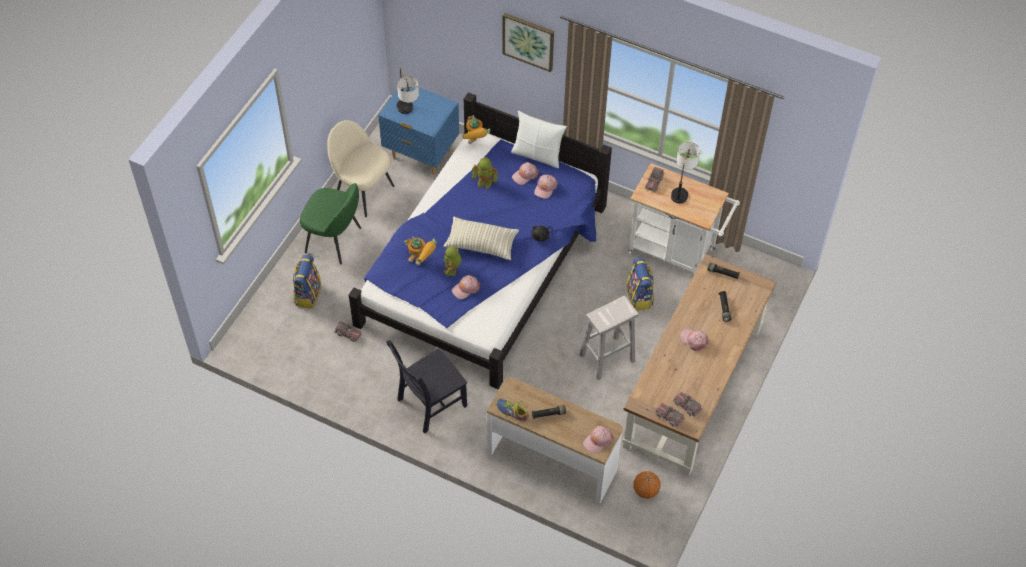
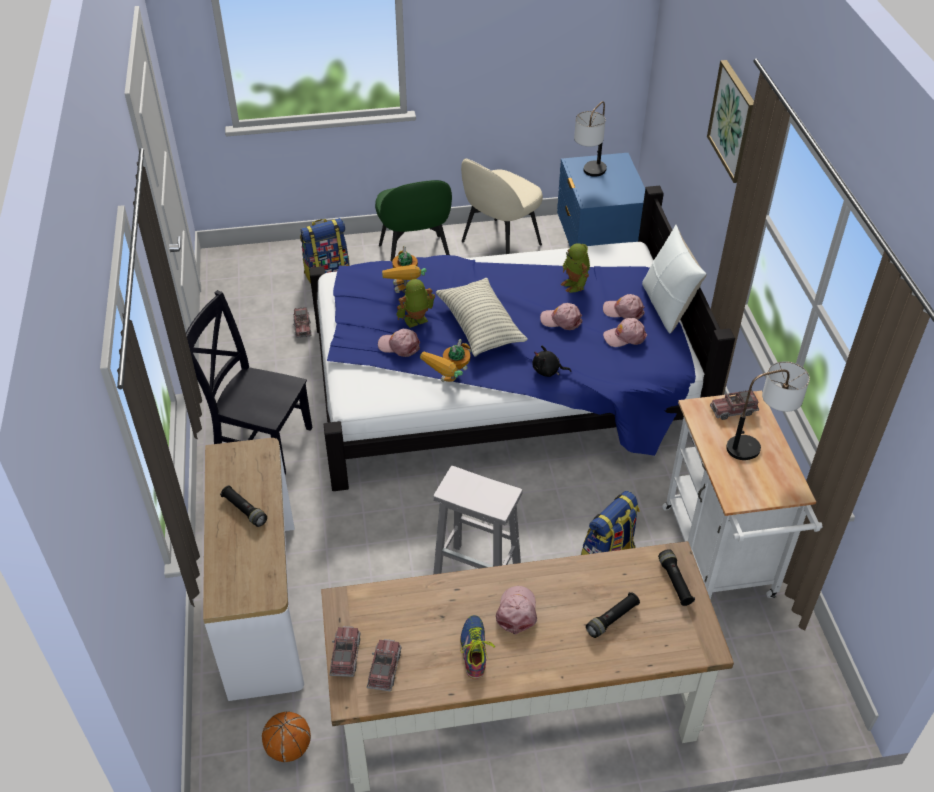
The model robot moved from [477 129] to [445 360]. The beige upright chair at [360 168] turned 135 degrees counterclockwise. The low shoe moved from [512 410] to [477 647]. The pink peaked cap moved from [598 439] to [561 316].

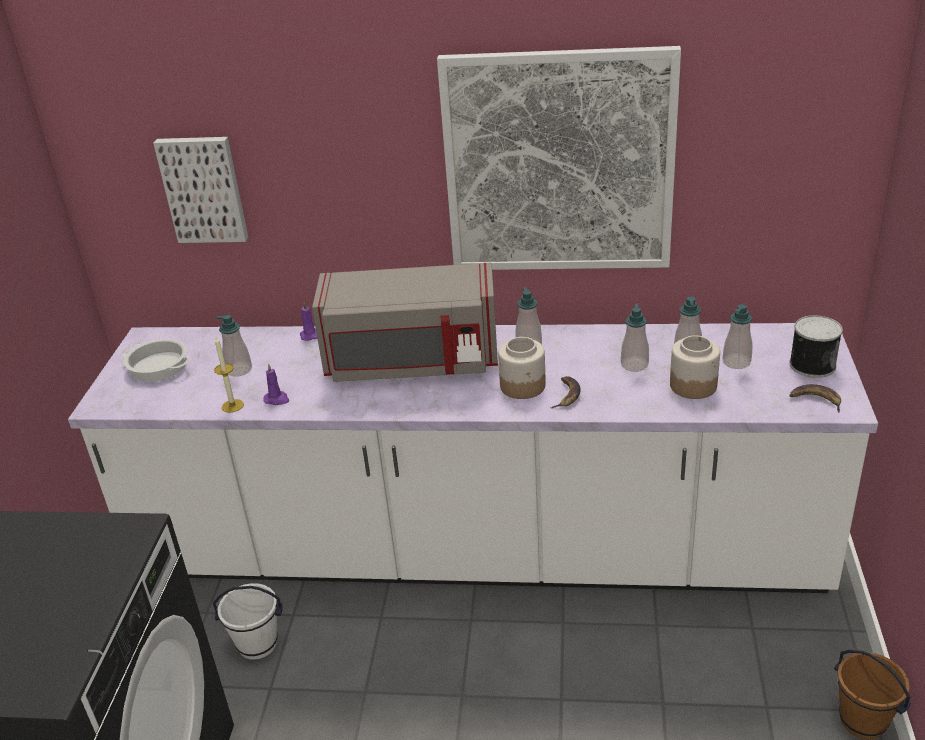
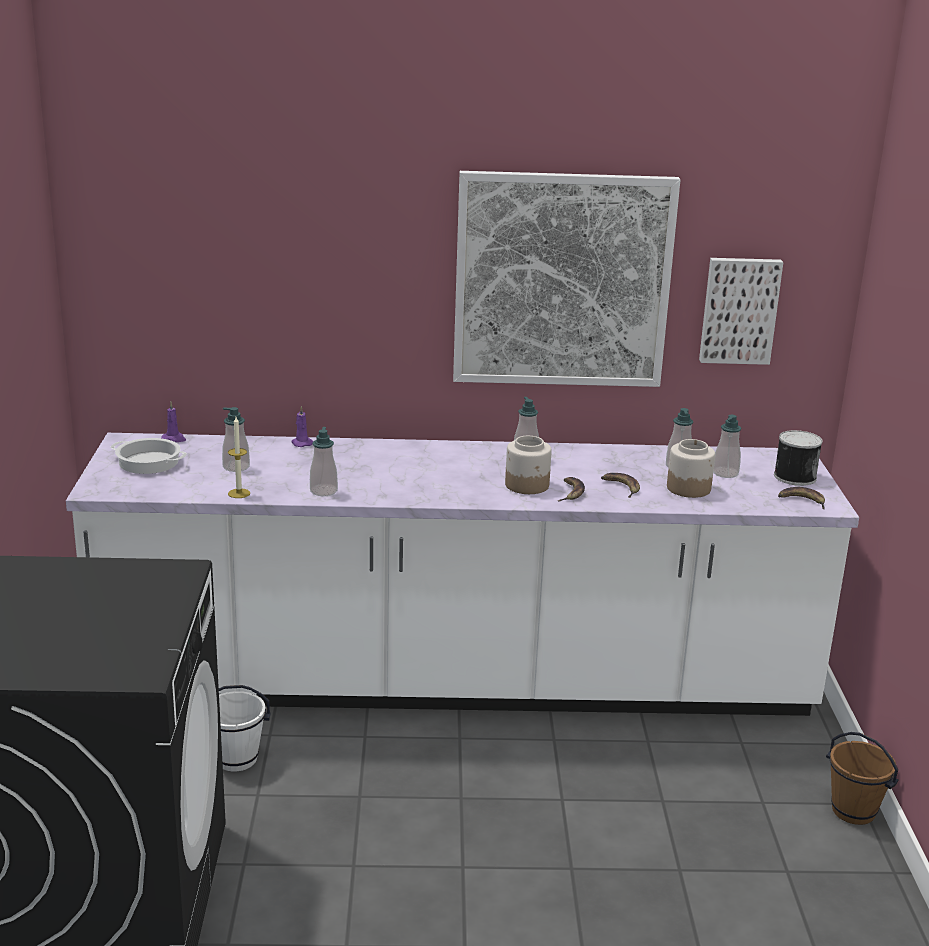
The wall art moved from [200 190] to [741 311]. The greyish kitchen microwave at [405 322] disappeared. The soap dispenser moved from [635 338] to [324 461]. The purple-coloured candle moved from [276 384] to [173 422]. The banana at [620 485] appeared.

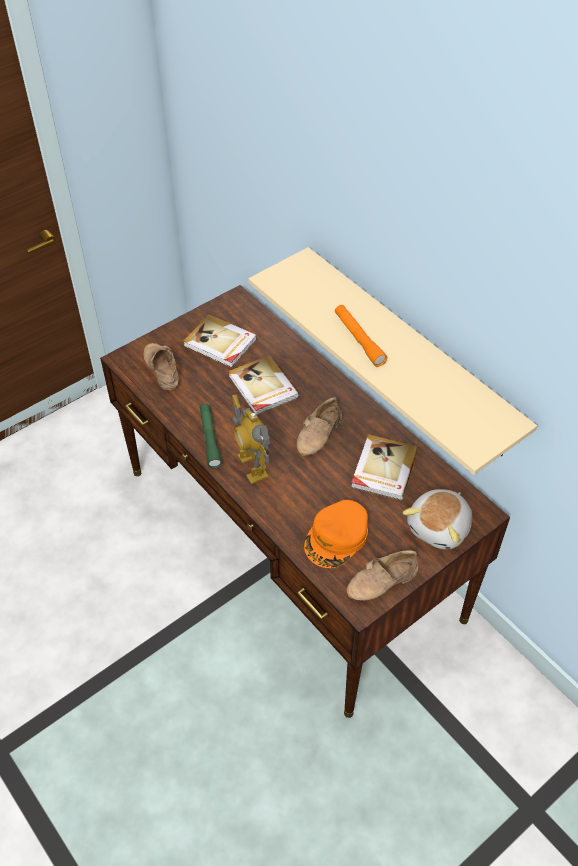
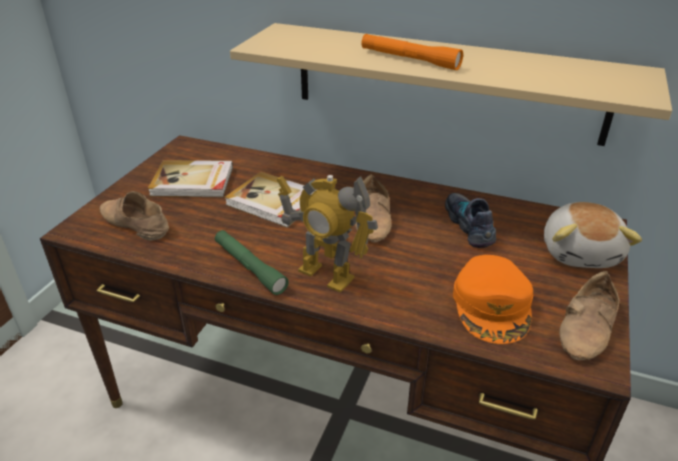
The bound book at [384 467] was replaced by the low shoe at [470 220].

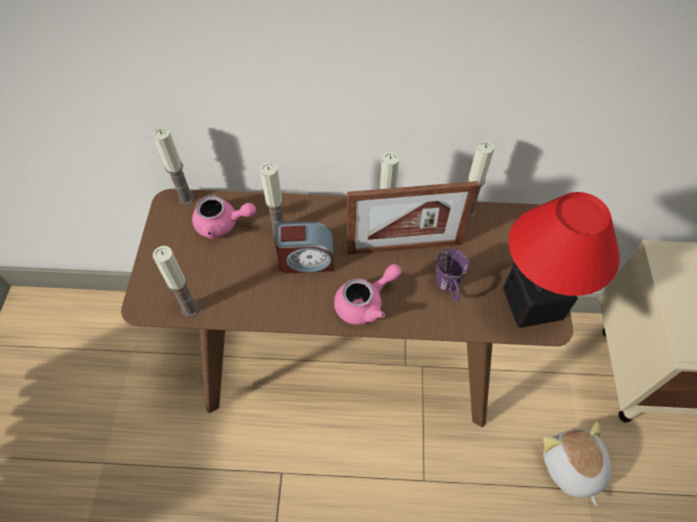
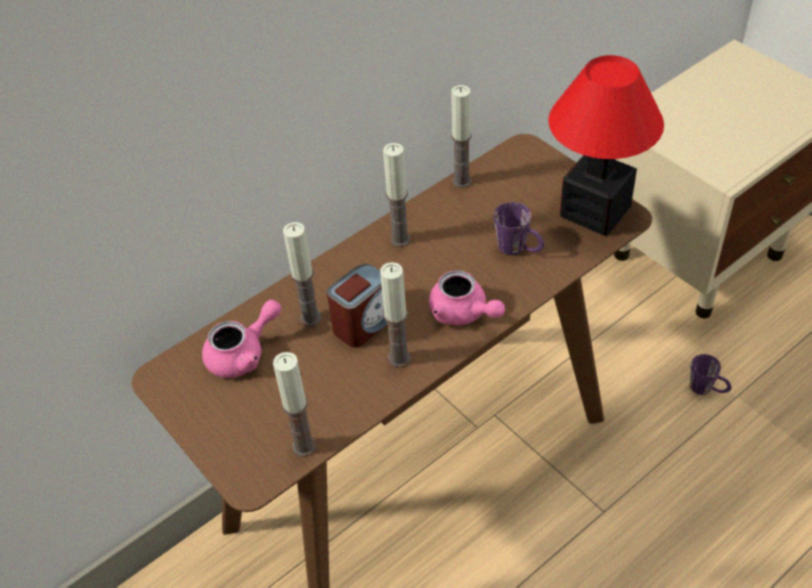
The candle moved from [173 166] to [395 315]. The photo frame at [413 218] disappeared. The pink teapot at [367 294] turned 120 degrees clockwise. The cuddly toy at [577 464] was replaced by the purple-coloured coffee mug at [711 374].

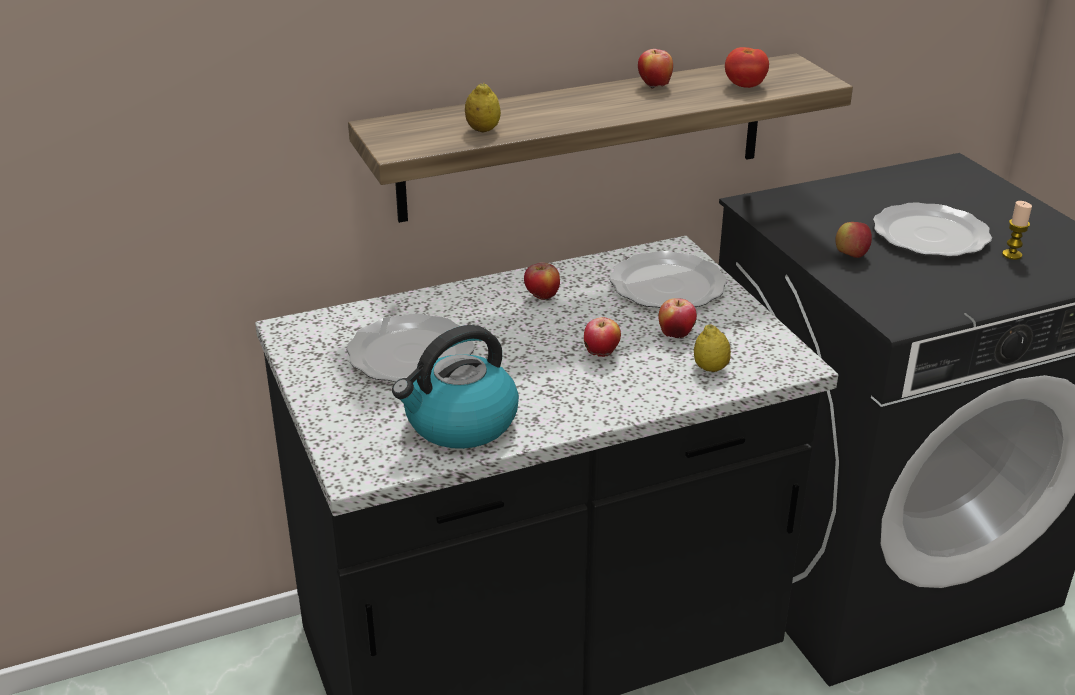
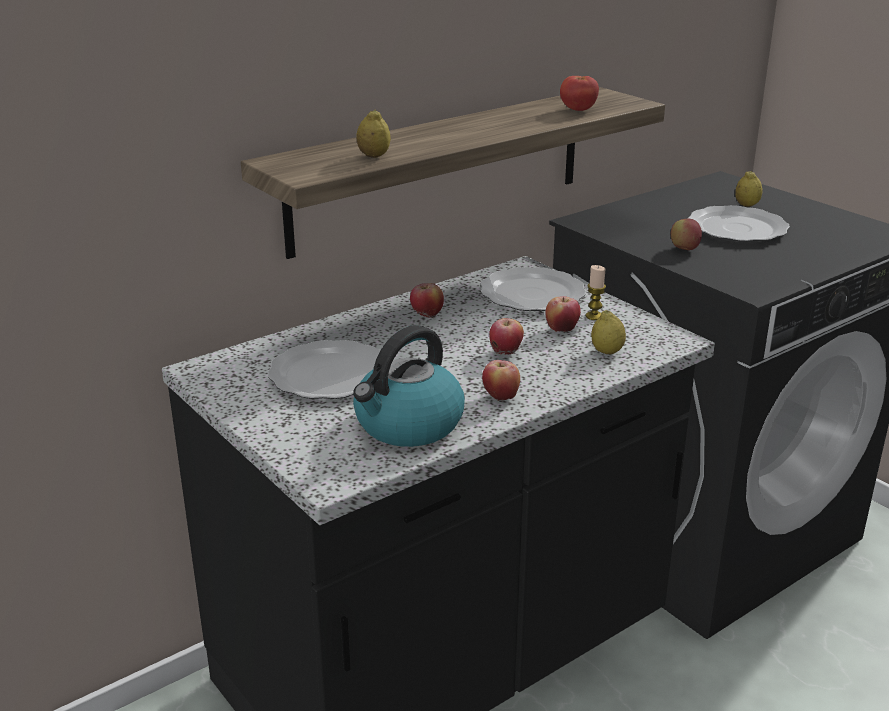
The apple moved from [655 68] to [501 381]. The candle moved from [1017 230] to [596 292]. The citrus fruit at [748 189] appeared.

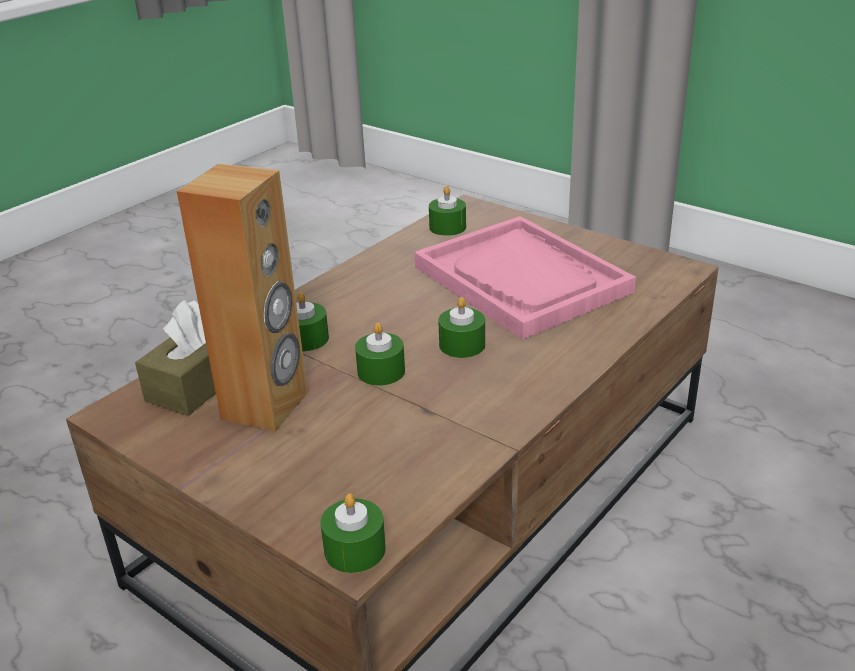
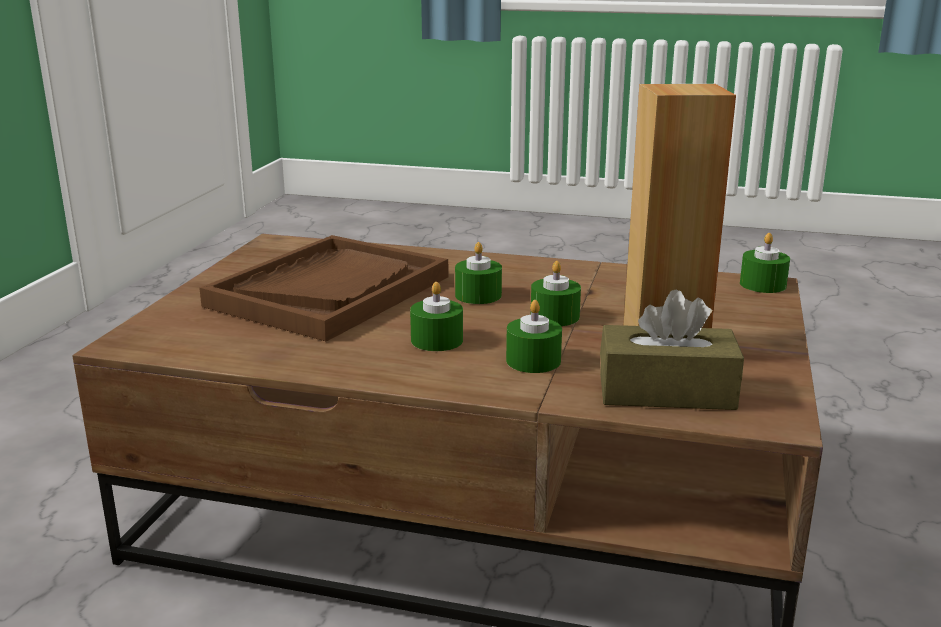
The greenish candle moved from [447 211] to [436 316]. The pink serving tray at [525 278] became the brown-coloured serving tray at [324 288].

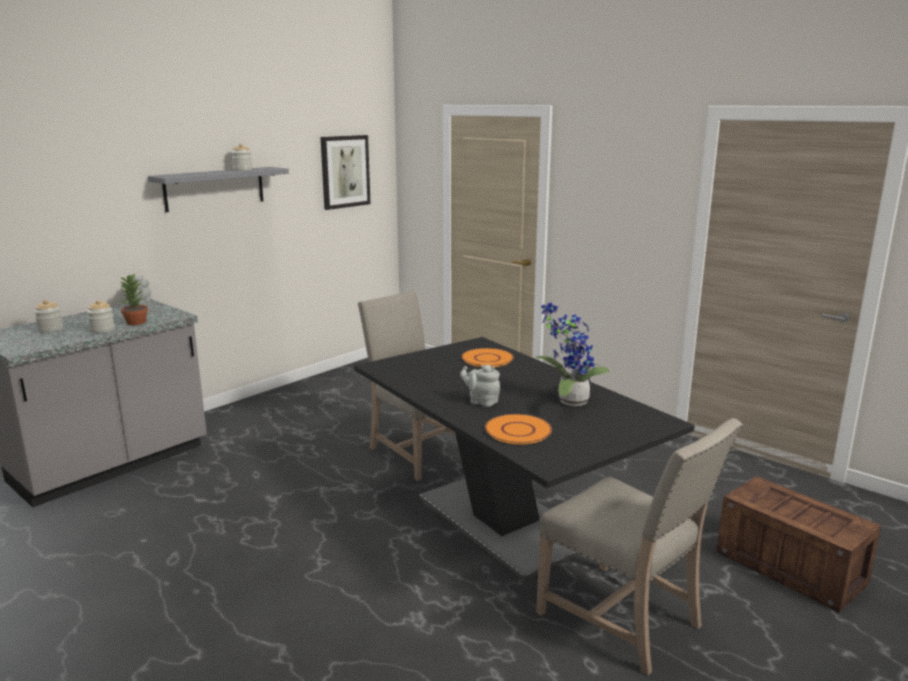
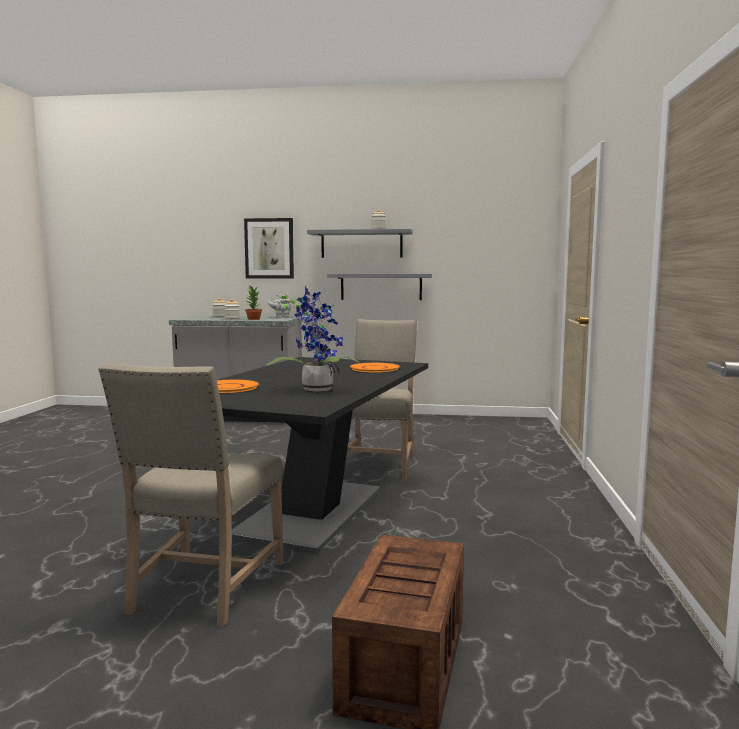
The wall art moved from [345 172] to [269 248]. The greyish teapot at [480 386] disappeared. The greyish shelf at [379 287] appeared.

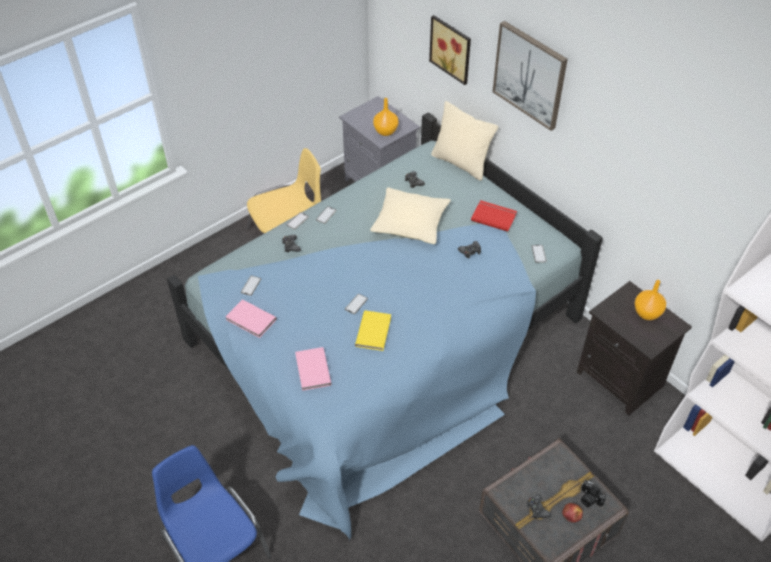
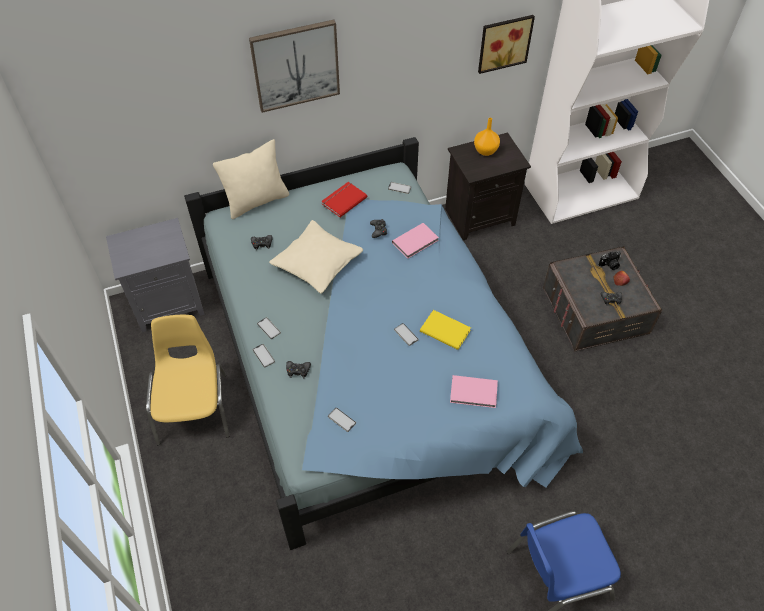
The wall art moved from [450 50] to [506 44]. The orangey flower vase at [385 117] disappeared. The pink bound book moved from [251 318] to [415 240].

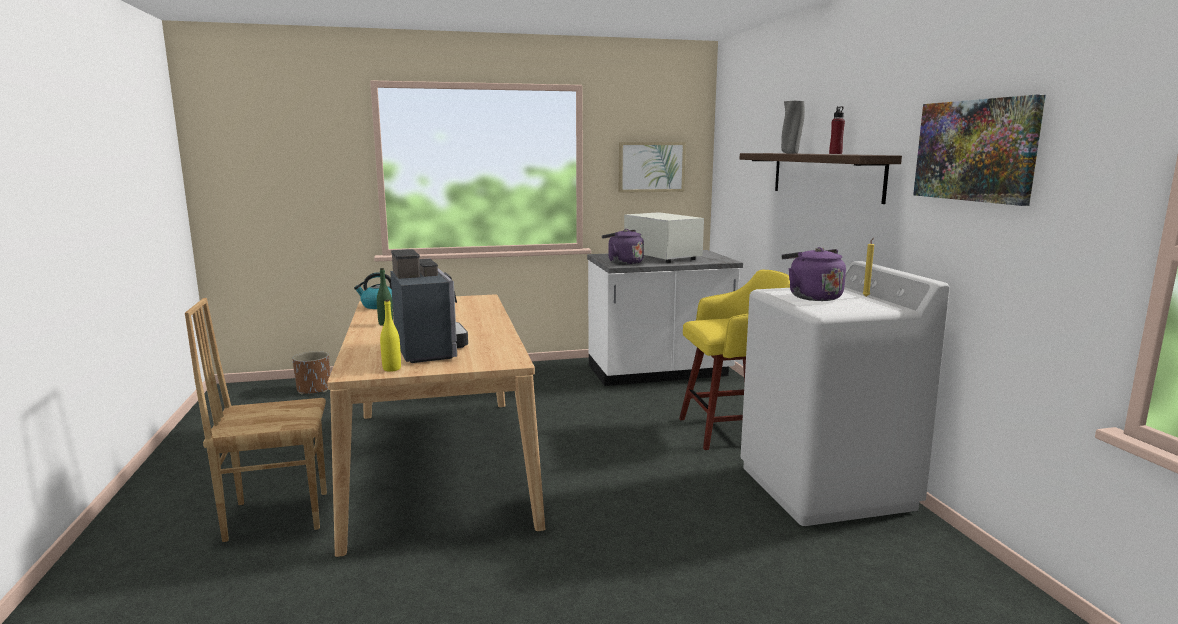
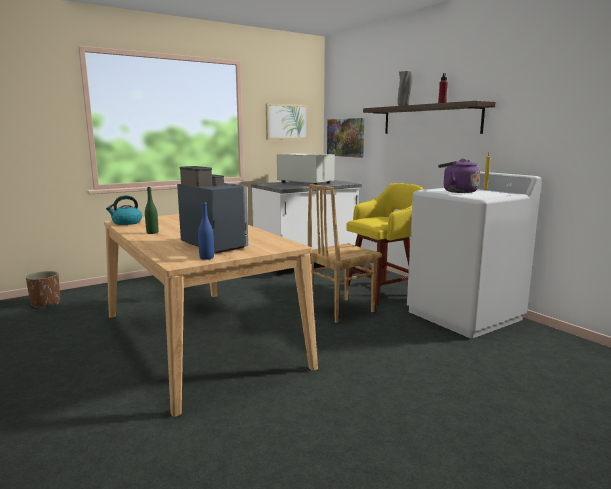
The wall art moved from [979 150] to [345 138]. The purple-coloured tea kettle at [623 247] disappeared. The brown-coloured upright chair moved from [256 420] to [345 253]. The yellow-coloured beverage bottle at [390 335] became the blue-coloured beverage bottle at [206 230].

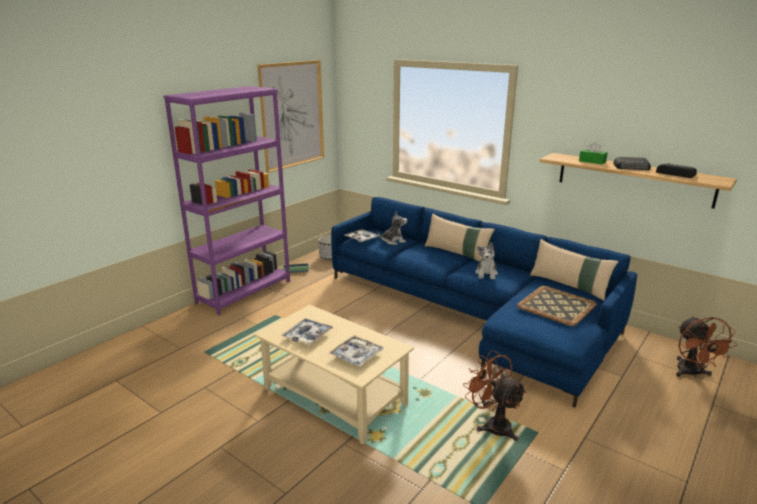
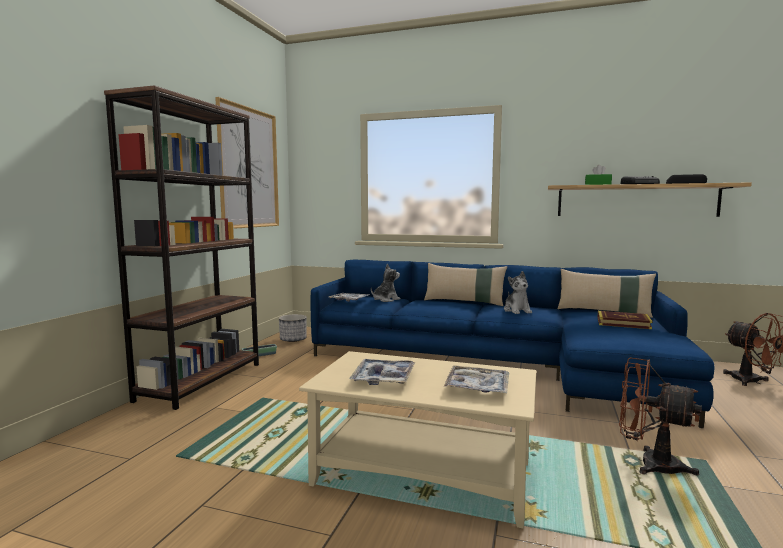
The purple-coloured bookcase at [227 200] became the brown-coloured bookcase at [181 247]. The serving tray at [557 306] was replaced by the bound book at [625 320].

